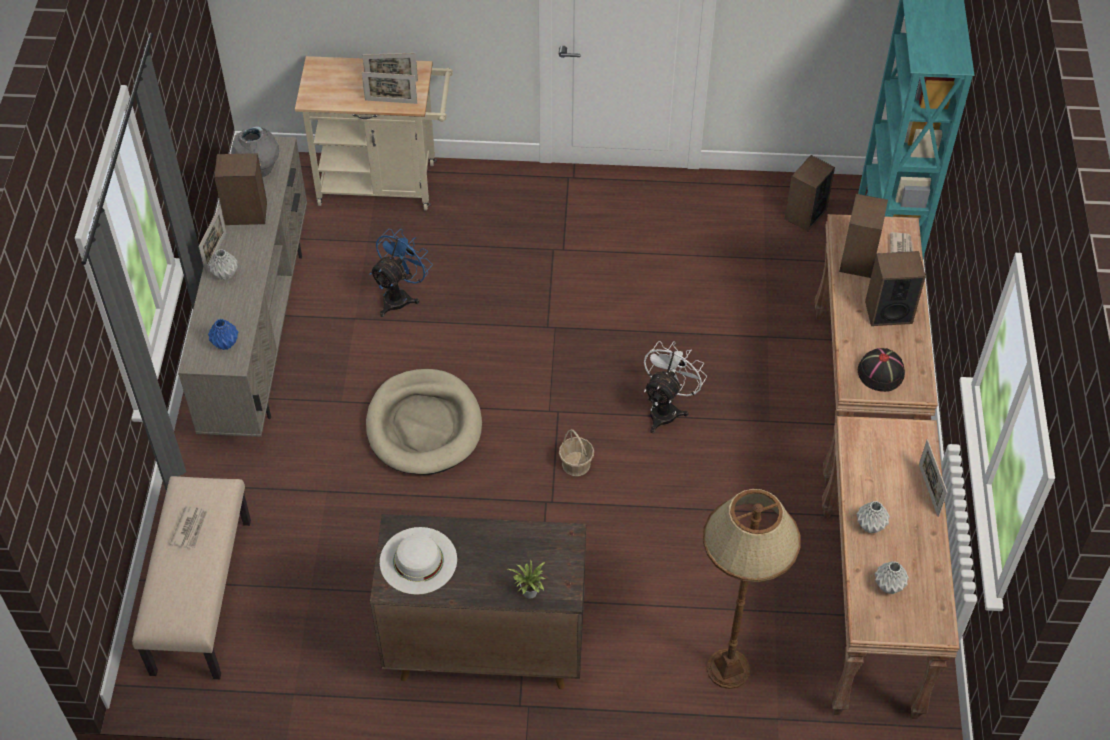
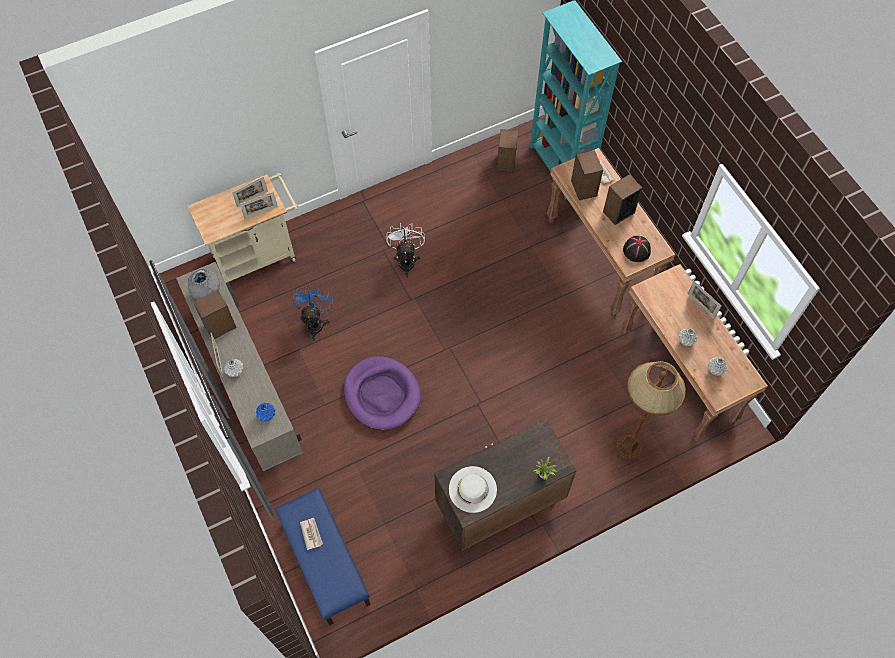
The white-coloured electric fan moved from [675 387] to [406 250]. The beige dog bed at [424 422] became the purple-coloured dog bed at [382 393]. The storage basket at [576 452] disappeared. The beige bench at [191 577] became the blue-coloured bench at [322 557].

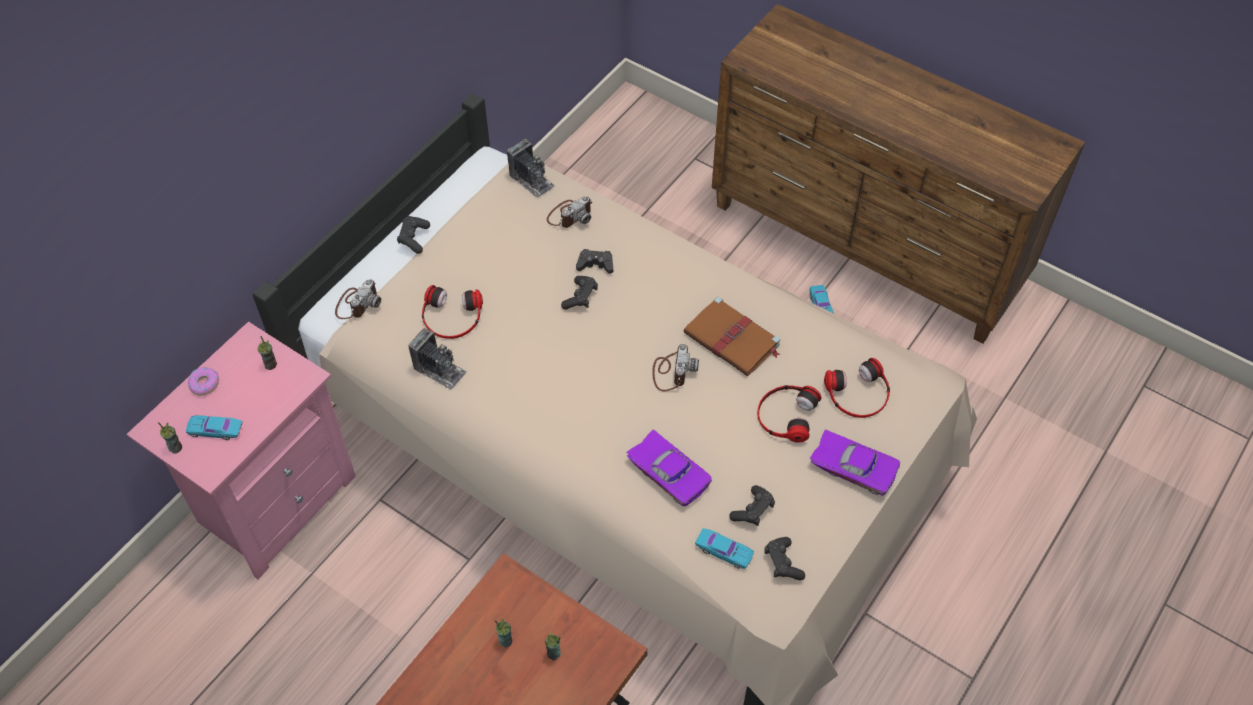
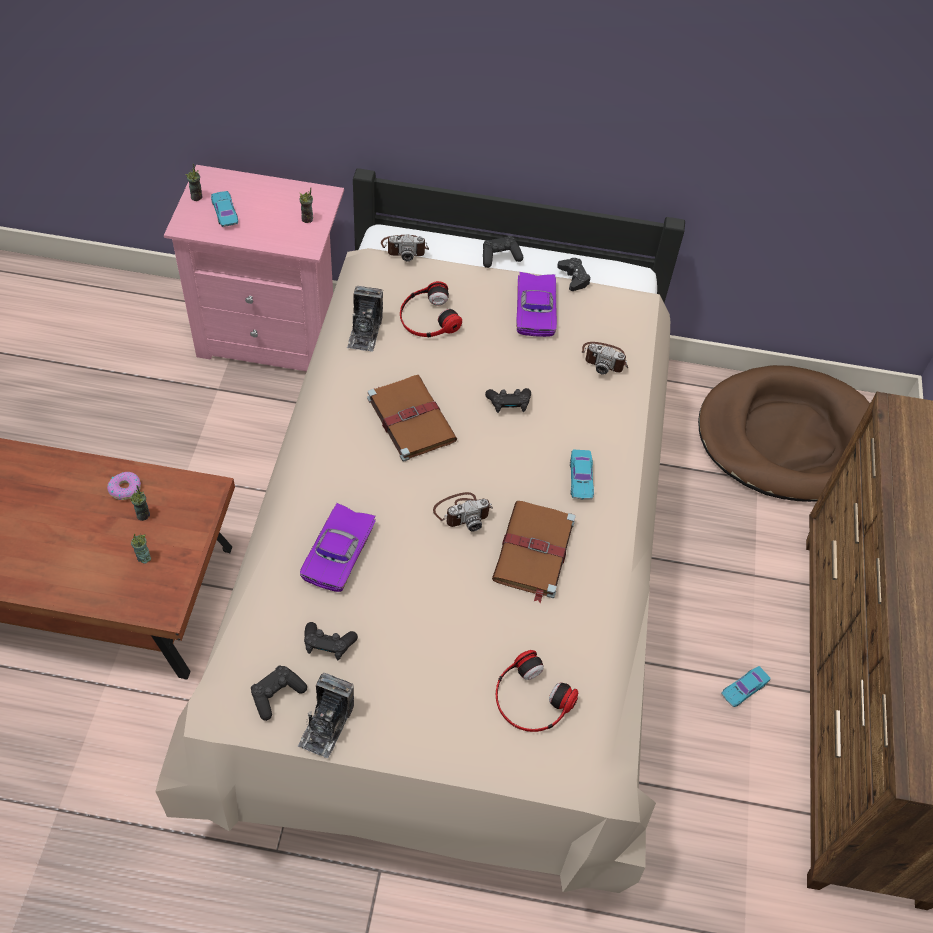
The photo camera moved from [531 168] to [326 715]. The blackish game controller moved from [594 261] to [574 274]. The ring doughnut moved from [203 381] to [124 486]. The pair of headphones at [789 414] disappeared. The purple-coloured model car moved from [855 462] to [536 304]. The turquoise model car moved from [724 548] to [582 474]. The brown-coloured dog bed at [784 433] appeared. The brown-coloured bound book at [412 418] appeared.

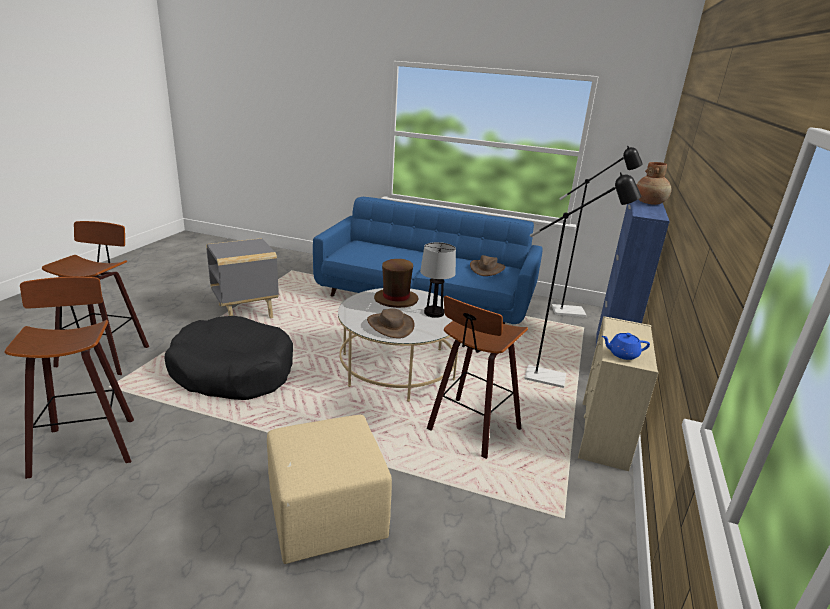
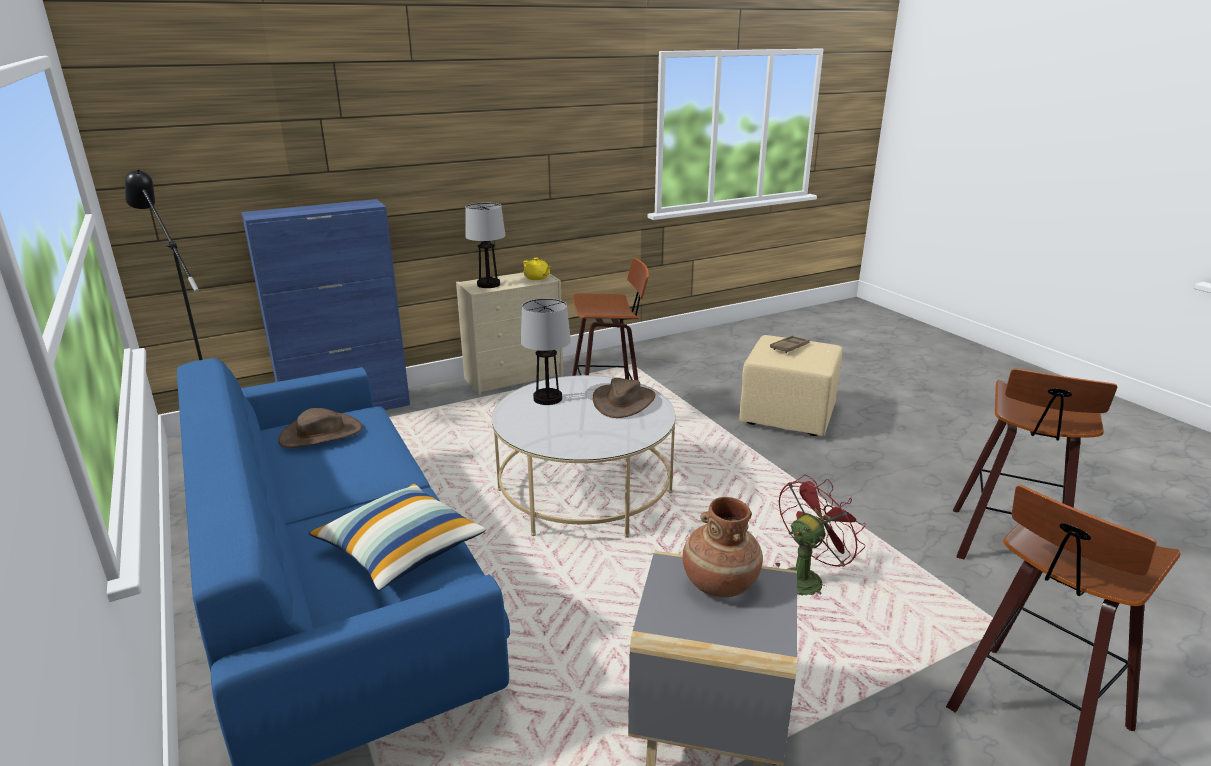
The brown-coloured flower vase moved from [654 183] to [723 547]. The blackish floor lamp at [583 280] disappeared. The brown-coloured clothing hat at [396 283] disappeared. The blackish dog bed at [228 358] was replaced by the reddish electric fan at [820 535]. The blue-coloured teapot at [626 346] became the yellow-coloured teapot at [537 269]. The table lamp at [485 245] appeared. The brown-coloured serving tray at [790 344] appeared. The pillow at [397 537] appeared.

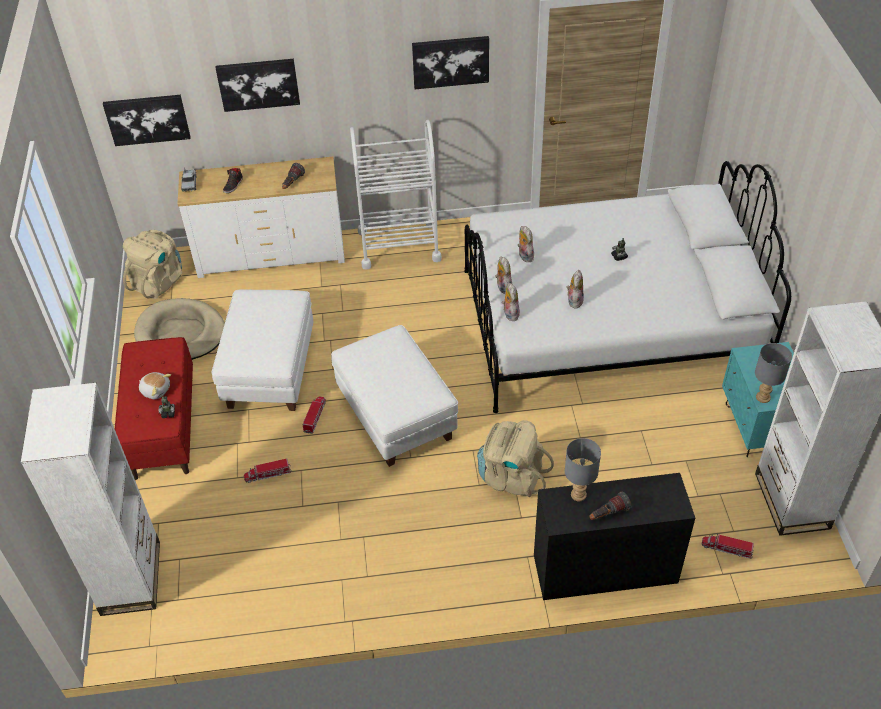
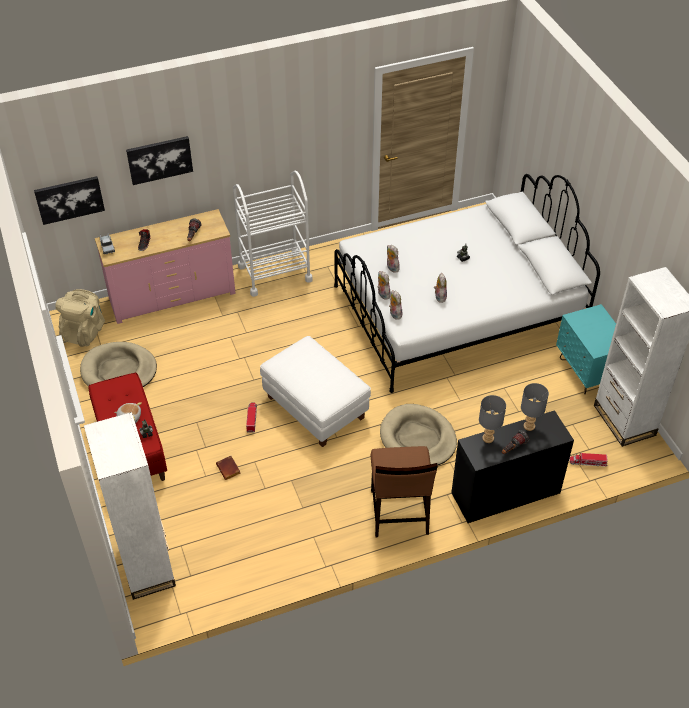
The wall art at [450 62] disappeared. The white-coloured drawer chest at [261 217] became the pink drawer chest at [165 266]. The white-coloured pouffe at [262 350] disappeared. The greyish table lamp moved from [773 373] to [535 407]. The beige knapsack at [515 458] was replaced by the beige dog bed at [418 435]. The model truck at [268 470] was replaced by the brown-coloured bound book at [228 468]. The brown-coloured upright chair at [404 491] appeared.

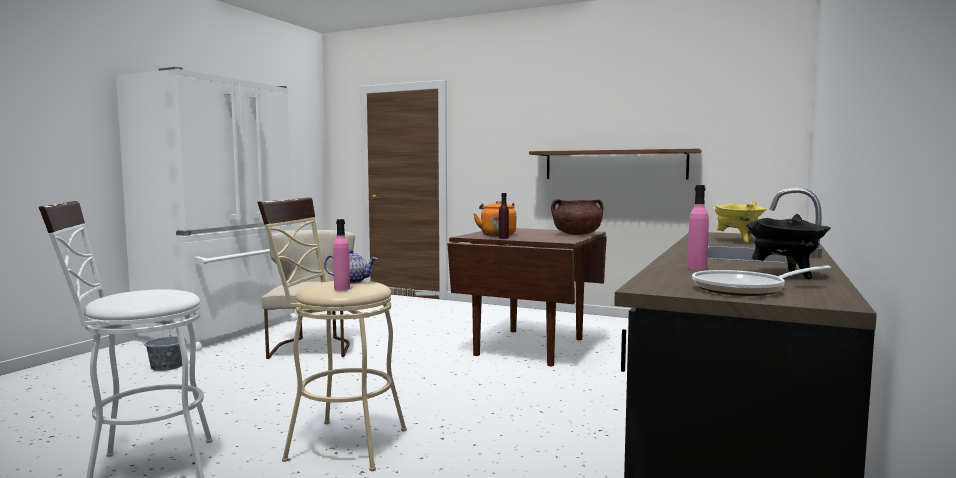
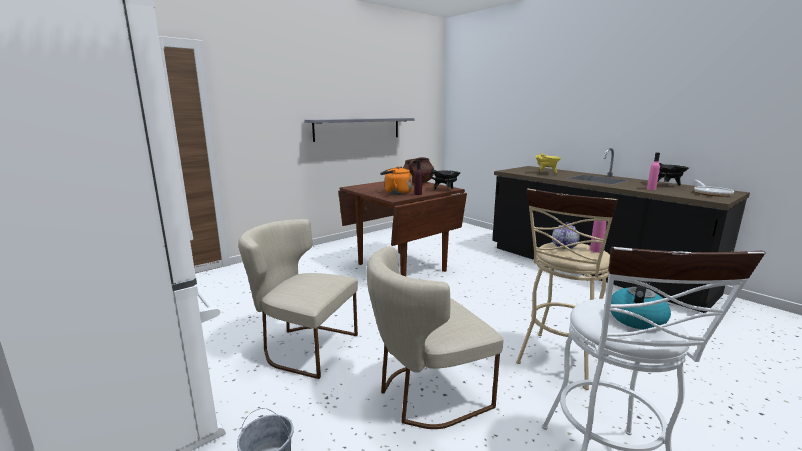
The brown-coloured shelf at [615 164] became the greyish shelf at [359 130]. The blackish cooking pot at [445 179] appeared. The beige upright chair at [434 337] appeared. The tea kettle at [641 305] appeared.

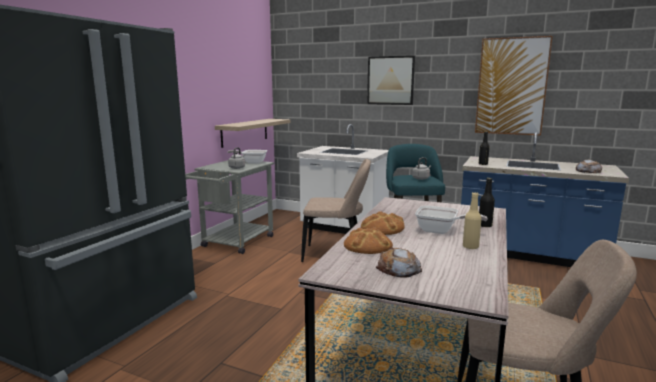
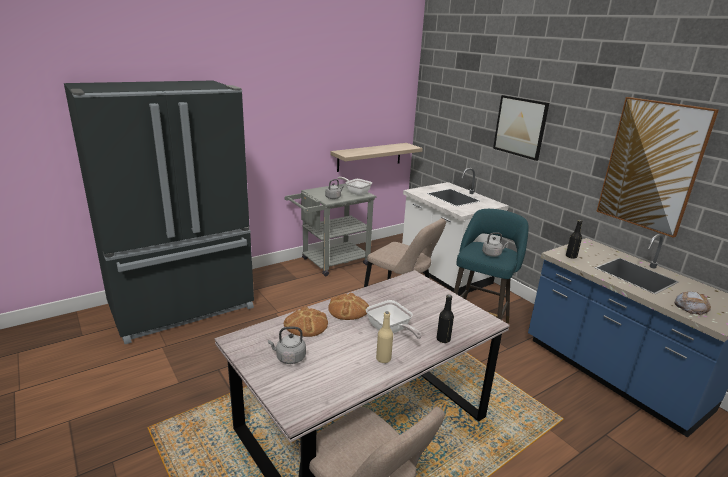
The baked bread at [399 263] was replaced by the greyish tea kettle at [287 345].

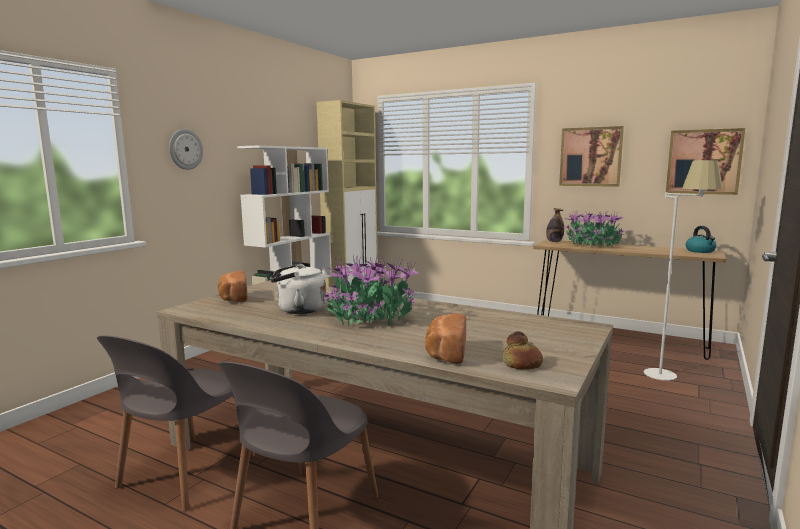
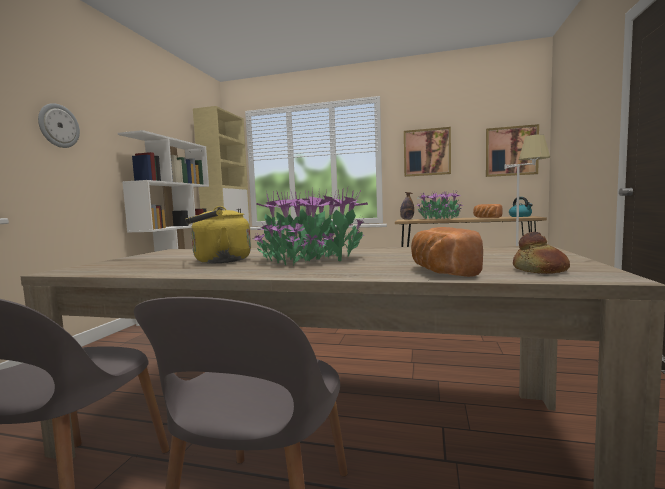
The white-coloured tea kettle at [298 288] became the yellow-coloured tea kettle at [218 234]. The baked bread moved from [233 286] to [488 211].

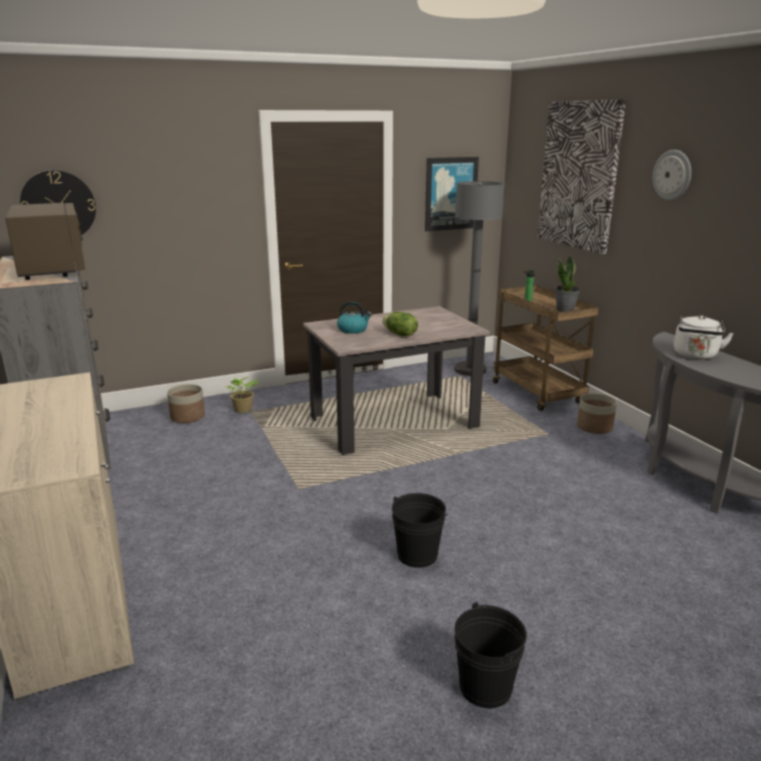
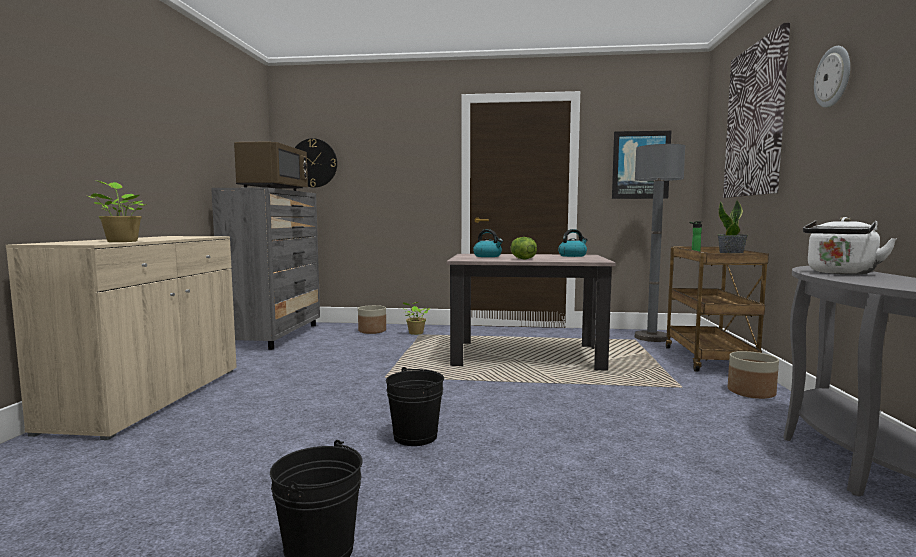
The plant in a pot at [117 211] appeared. The tea kettle at [573 243] appeared.

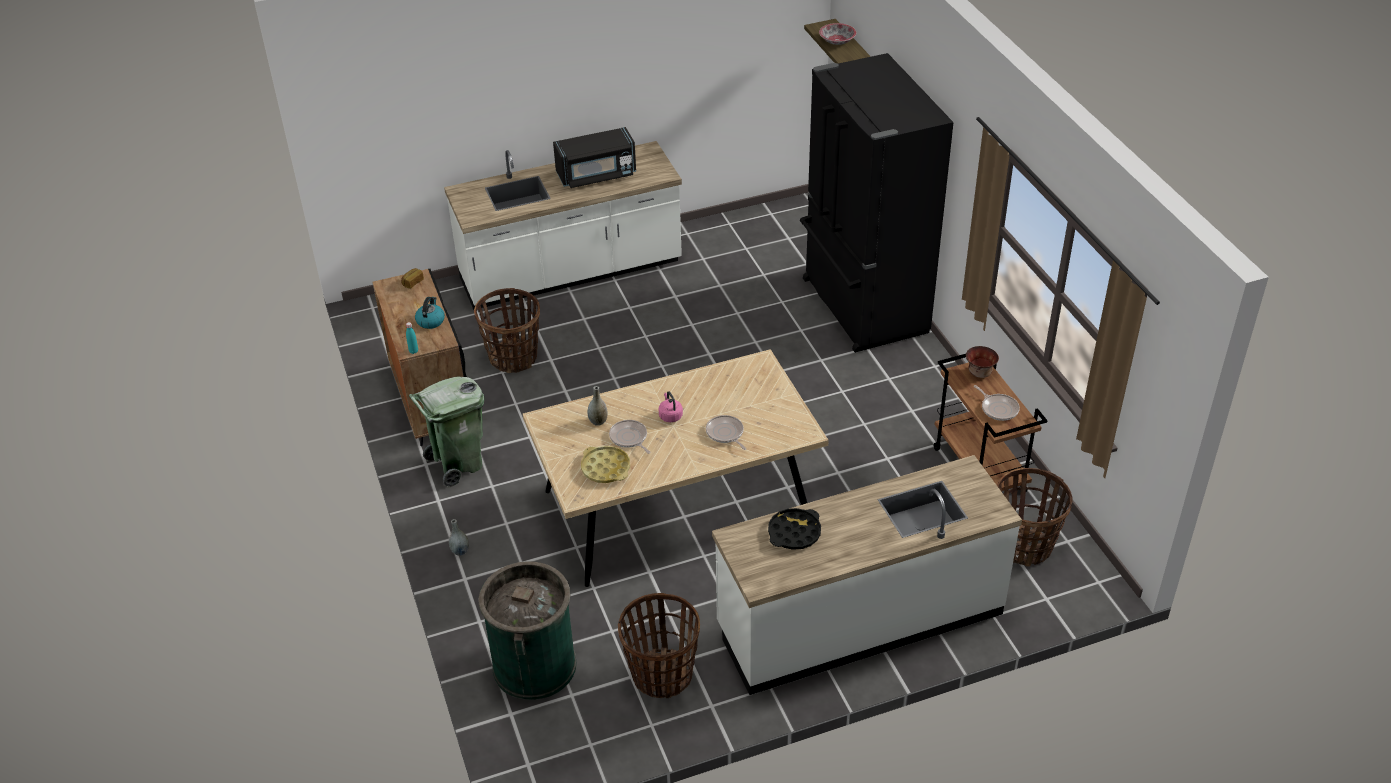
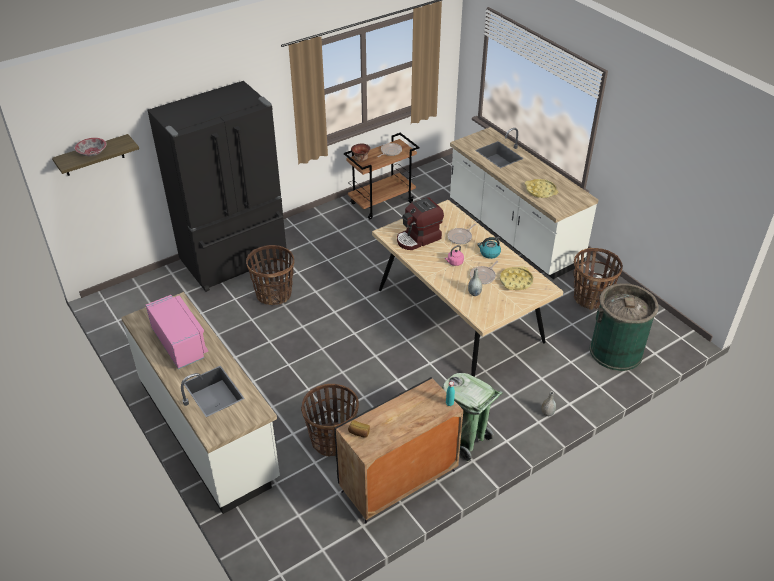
The blackish kitchen microwave at [594 157] became the pink kitchen microwave at [177 332]. The tea kettle moved from [430 313] to [489 248]. The storage basket moved from [1035 517] to [270 275]. The blackish serving tray at [794 529] became the yellow-coloured serving tray at [541 188]. The coffee brewer at [420 223] appeared.

